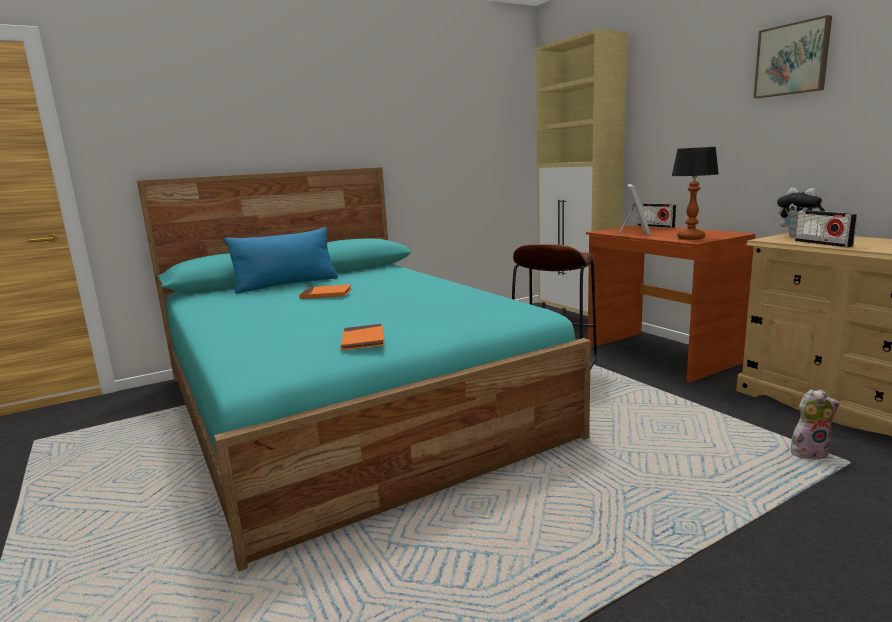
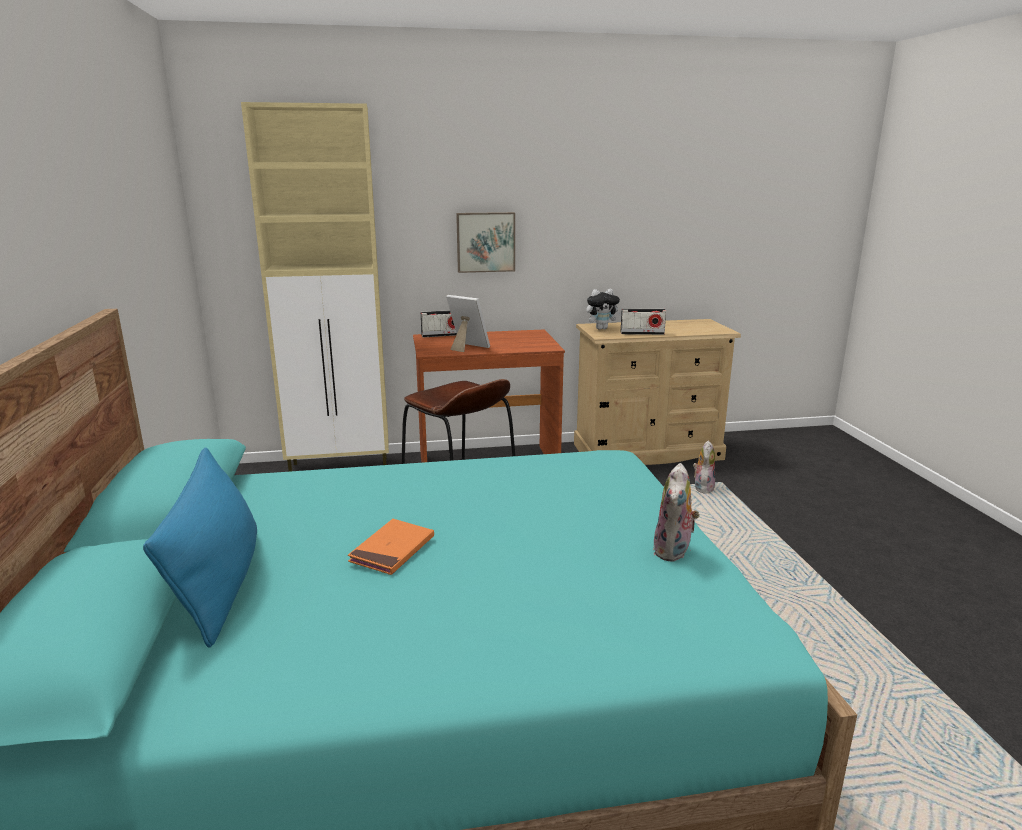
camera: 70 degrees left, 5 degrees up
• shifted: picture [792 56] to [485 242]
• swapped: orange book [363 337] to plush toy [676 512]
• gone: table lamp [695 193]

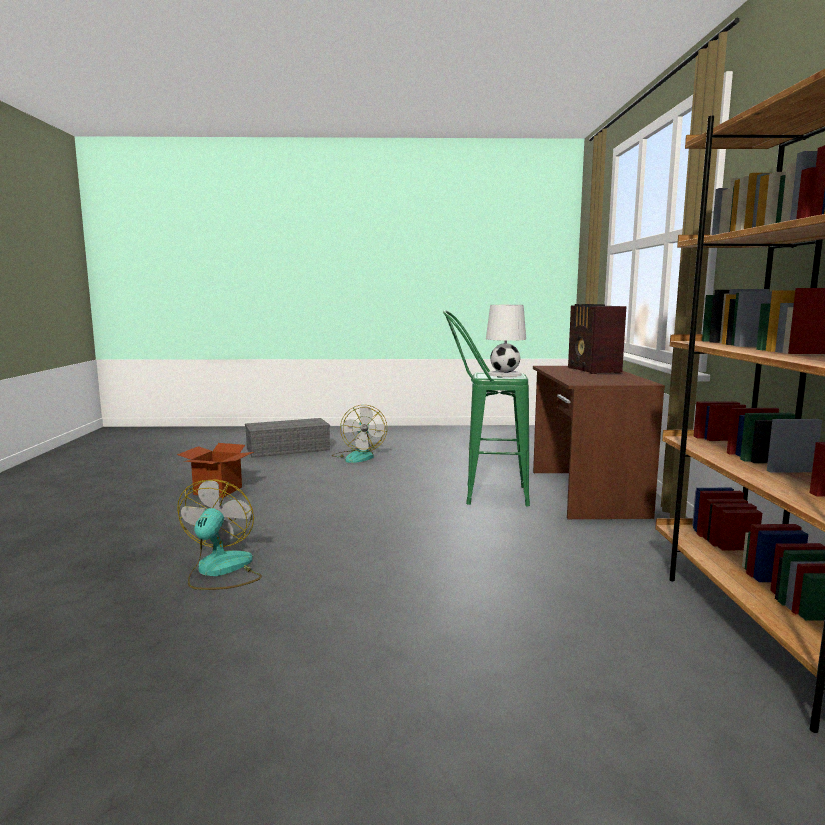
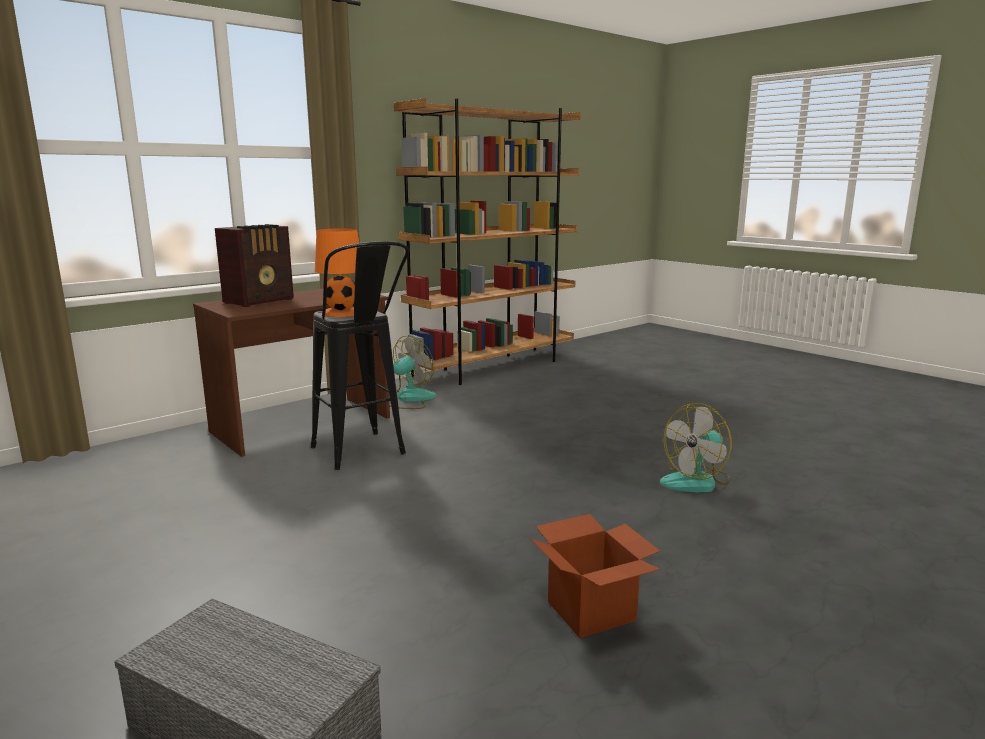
camera: 130 degrees left, 5 degrees up
• repainted: green stool [486 408] to black stool [360 355]
• repainted: white table lamp [506 341] to orange table lamp [337 273]
• shifted: fan [359 434] to [412 372]

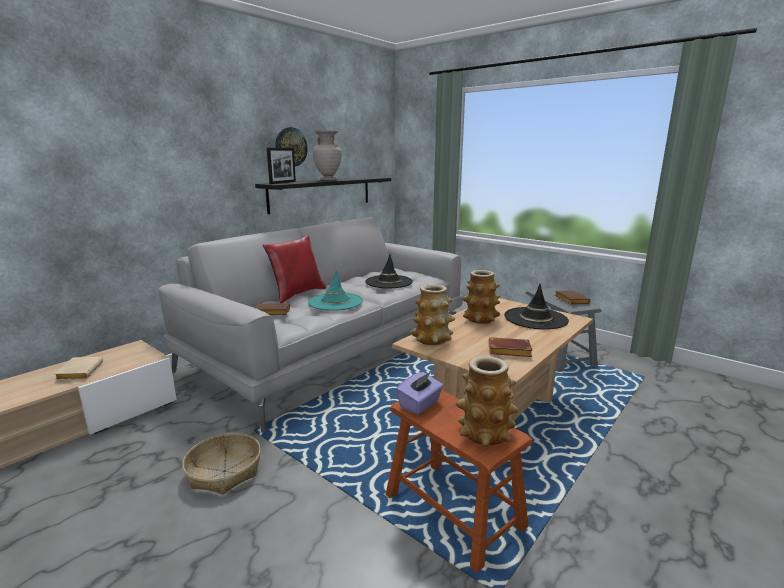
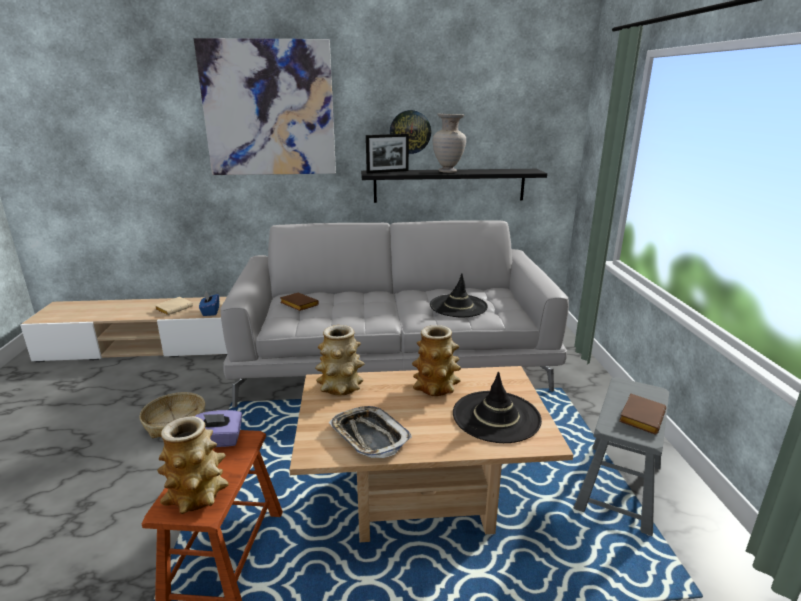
camera: 45 degrees right, 5 degrees up
• new: picture [265 106]
• new: blue tissue box [209 303]
• swapped: brown book [511 347] to tray [370 432]
• gone: red pillow [294 269]
• gone: turquoise hat [335 290]

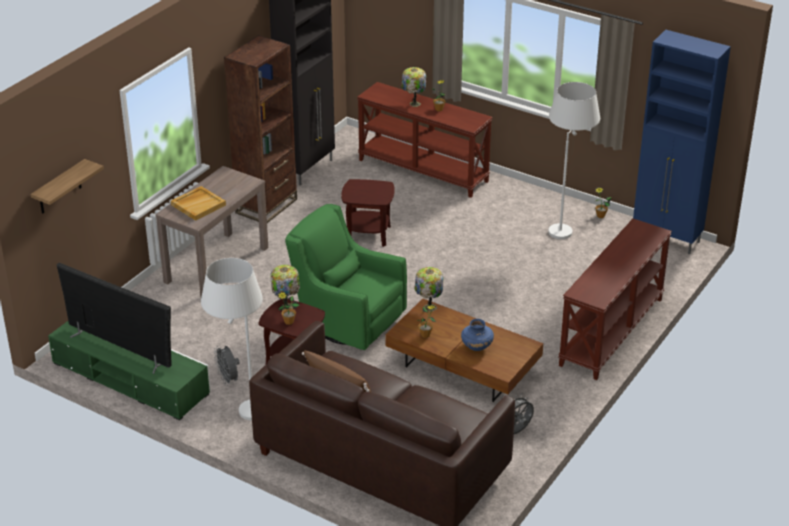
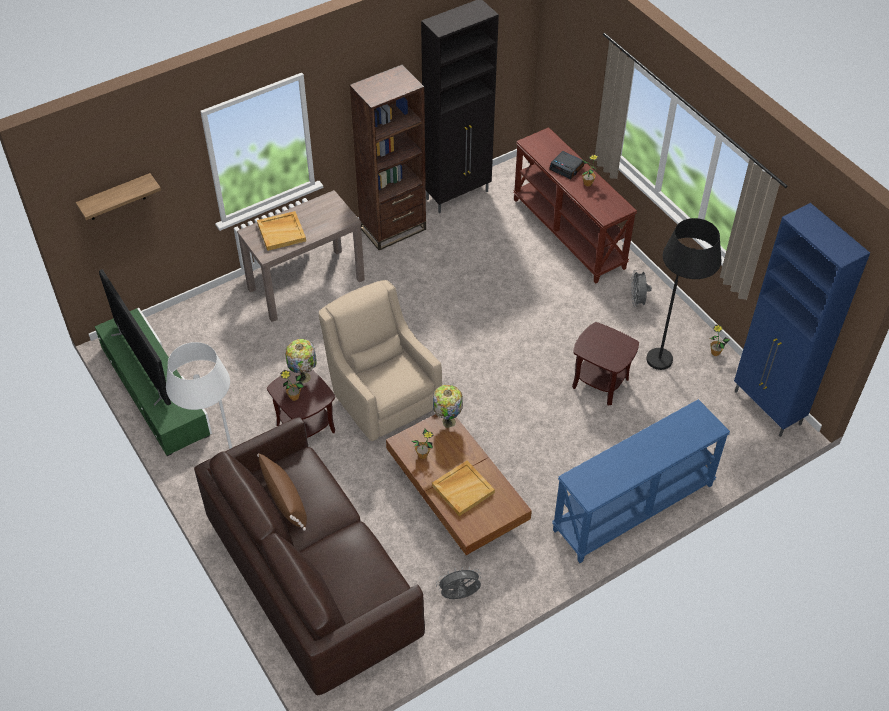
camera: 25 degrees right, 15 degrees up
• repainted: green armchair [346 277] to beige armchair [380 360]
• swapped: blue vase [477 335] to beige tray [463 488]
• swapped: table lamp [413 87] to alarm clock [566 165]
• repainted: brown console table [615 299] to blue console table [641 481]
• shifted: brown side table [368 213] to [605 363]
• shifted: grey fan [227 366] to [641 288]
• repainted: white floor lamp [574 160] to black floor lamp [683 294]

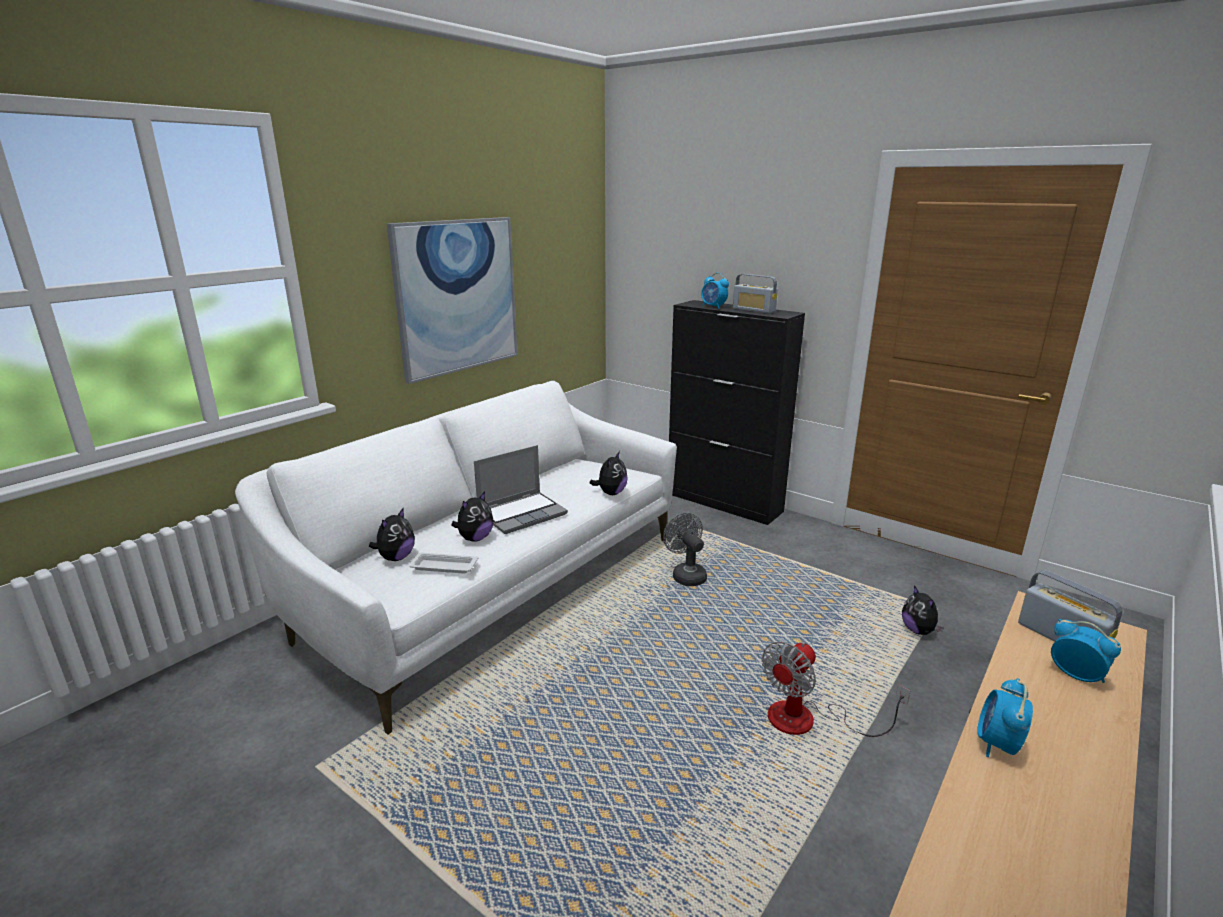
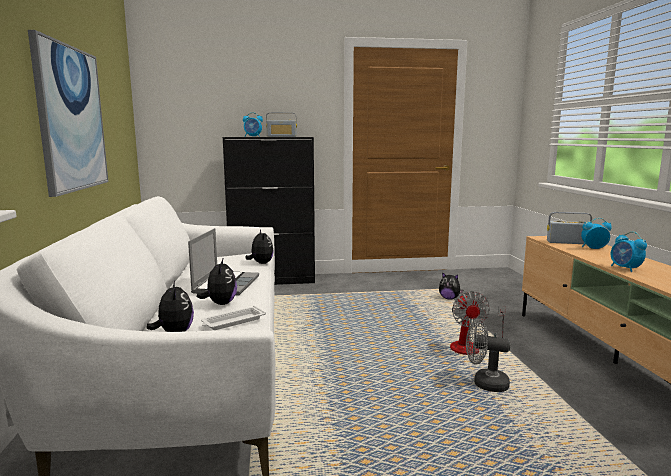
camera: 45 degrees left, 10 degrees down
• shifted: grey fan [685 549] to [488 355]

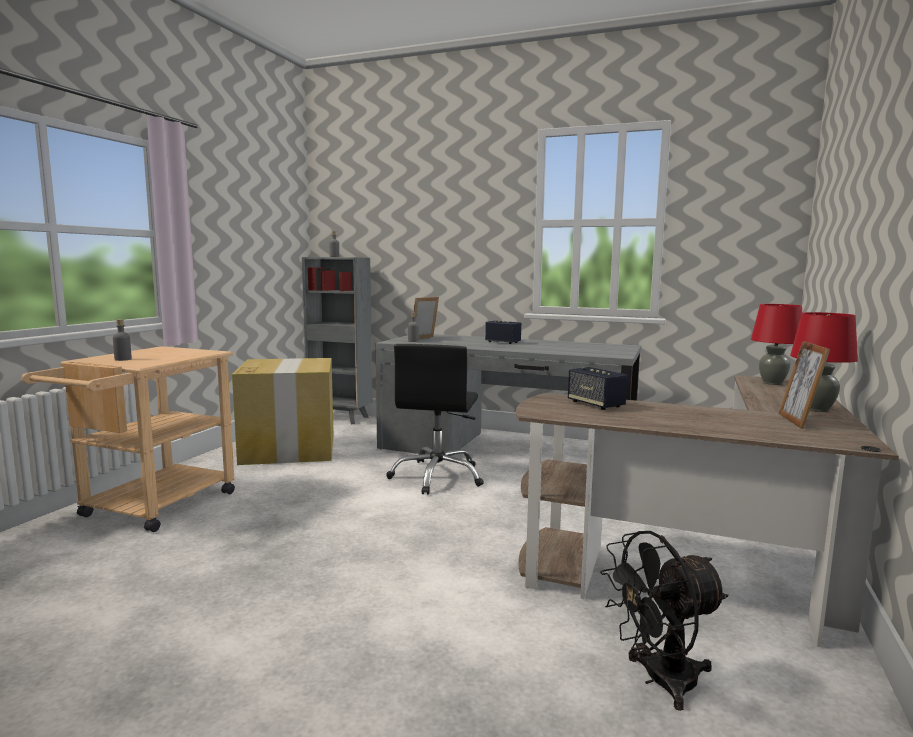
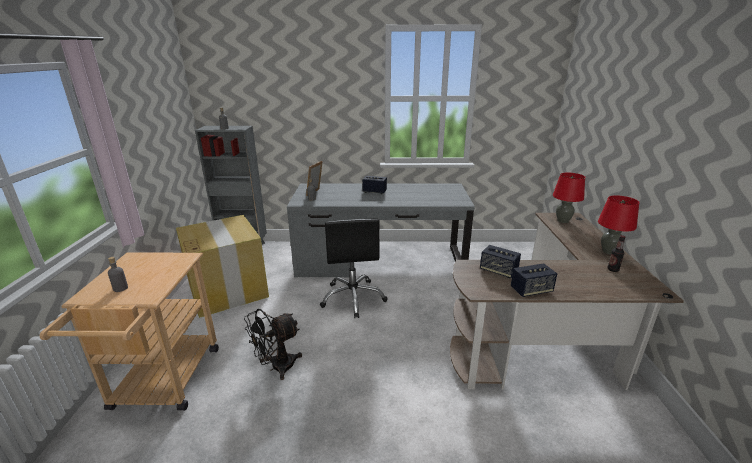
camera: 20 degrees left, 15 degrees up
• shifted: black fan [664 621] to [273 344]
• new: speaker [534 280]
• swapped: picture frame [804 385] to bottle [616 253]

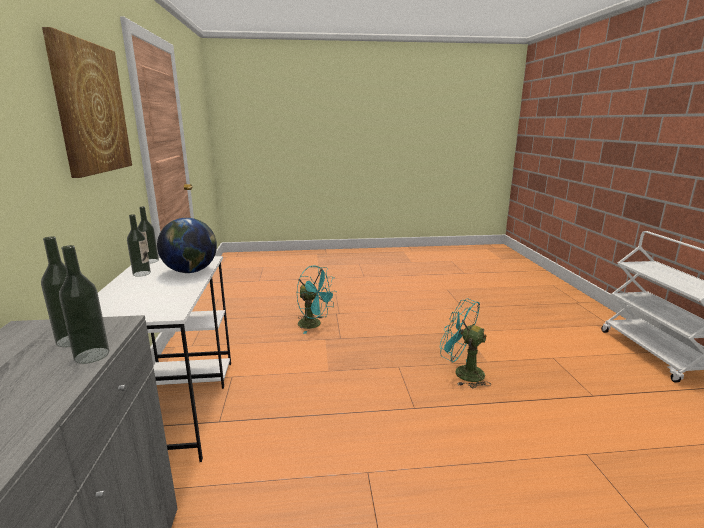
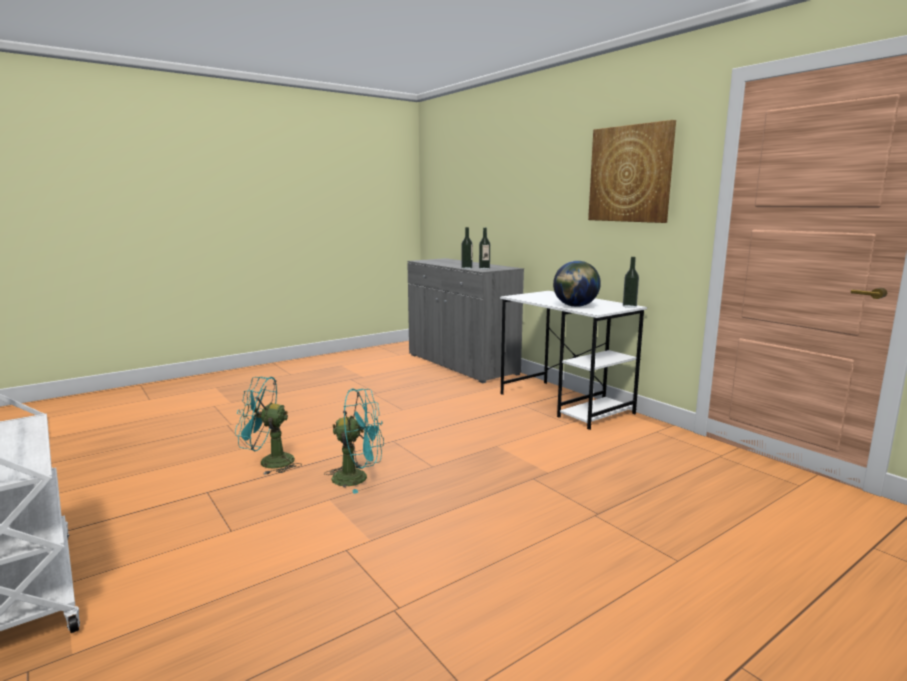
camera: 150 degrees right, 5 degrees down
• shifted: turquoise fan [317 300] to [268 426]
• gone: bottle [139 245]

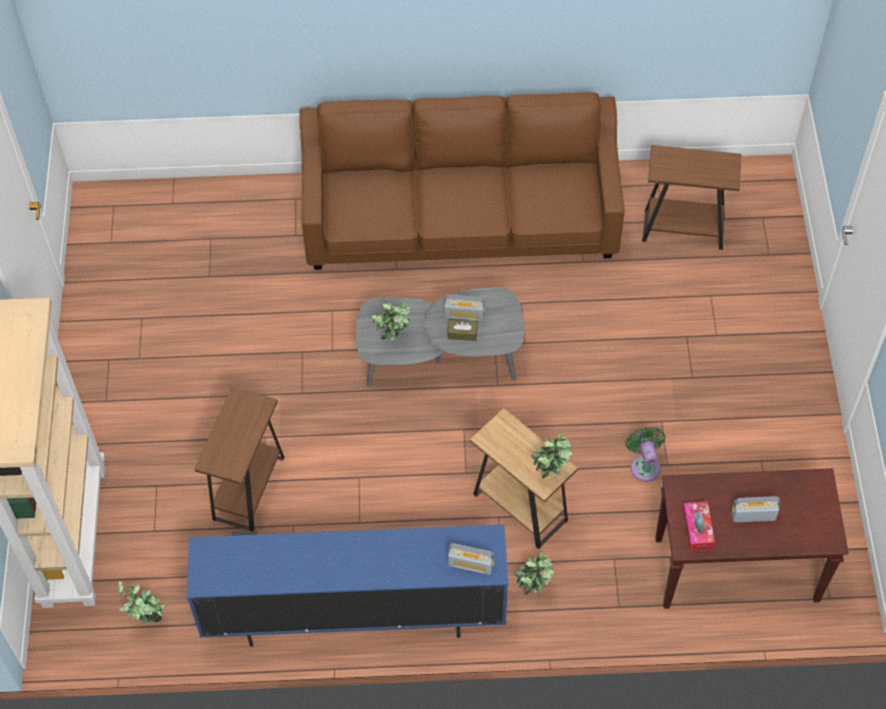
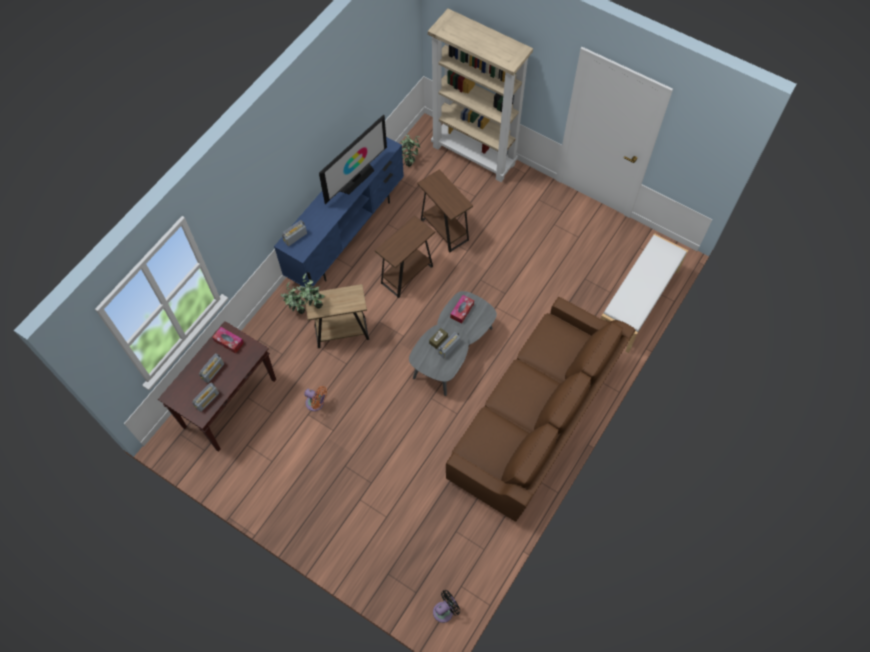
camera: 125 degrees right, 5 degrees up
• new: radio [205 397]
• repainted: green fan [646 454] to orange fan [315 398]
• new: television [353 159]
• shifted: brown side table [691 197] to [405 256]
• new: black fan [446 606]
• swapped: potted plant [392 320] to tissue box [462 309]
• new: white bench [644 293]

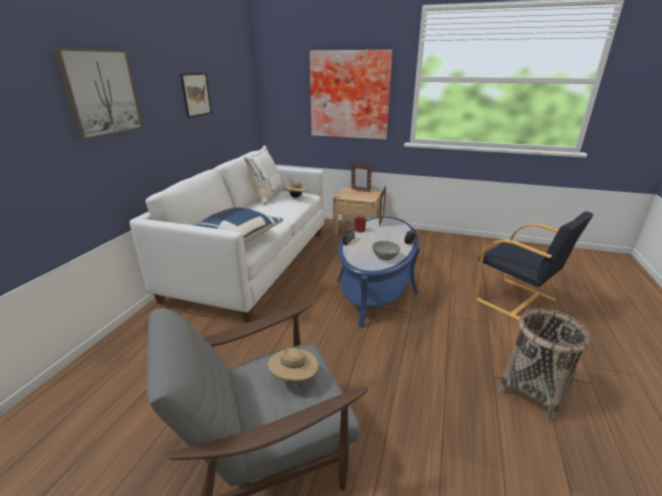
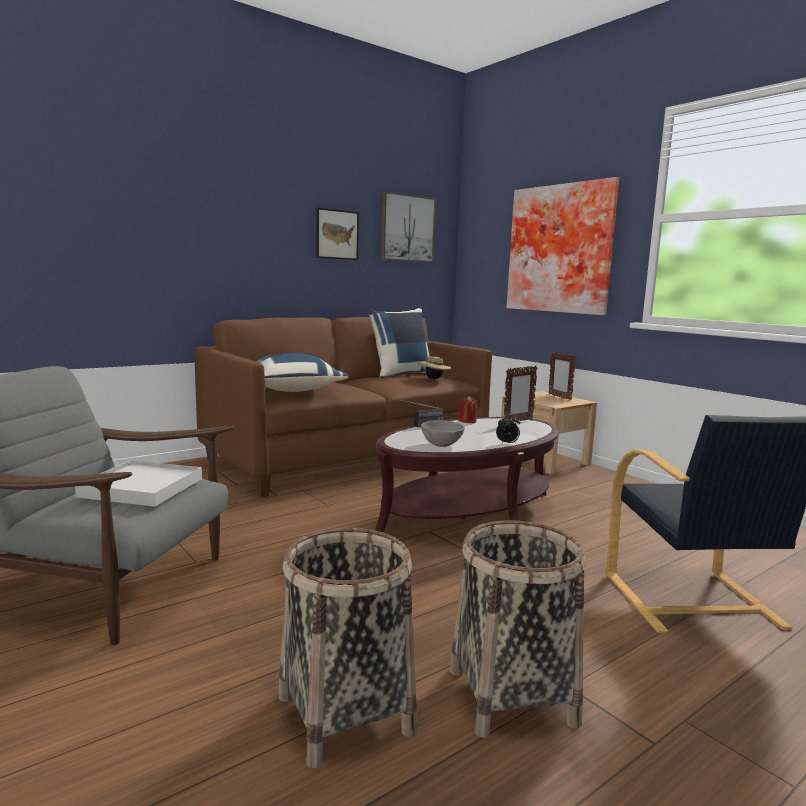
camera: 35 degrees right, 15 degrees down
• swapped: beige hat [293 365] to white tray [138 483]
• repainted: white sofa [227 236] to brown sofa [343 407]
• new: basket [347 648]
• repainted: white pillow [264 175] to blue pillow [399 343]
• repainted: blue coffee table [378 272] to brown coffee table [467 474]
• shifted: picture [98 94] to [408 227]

